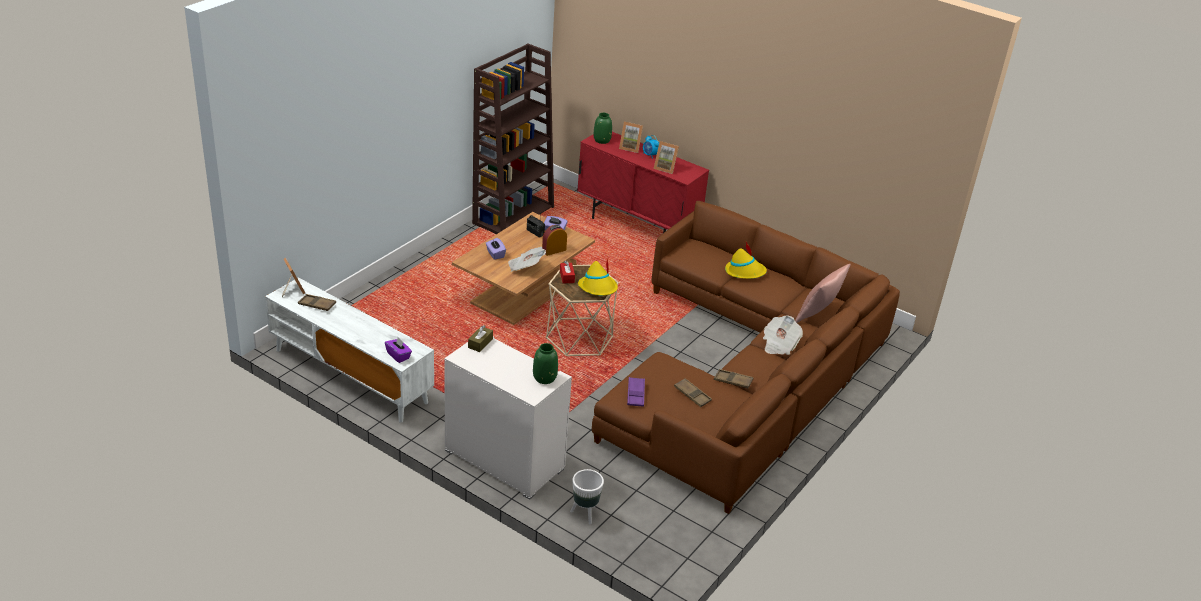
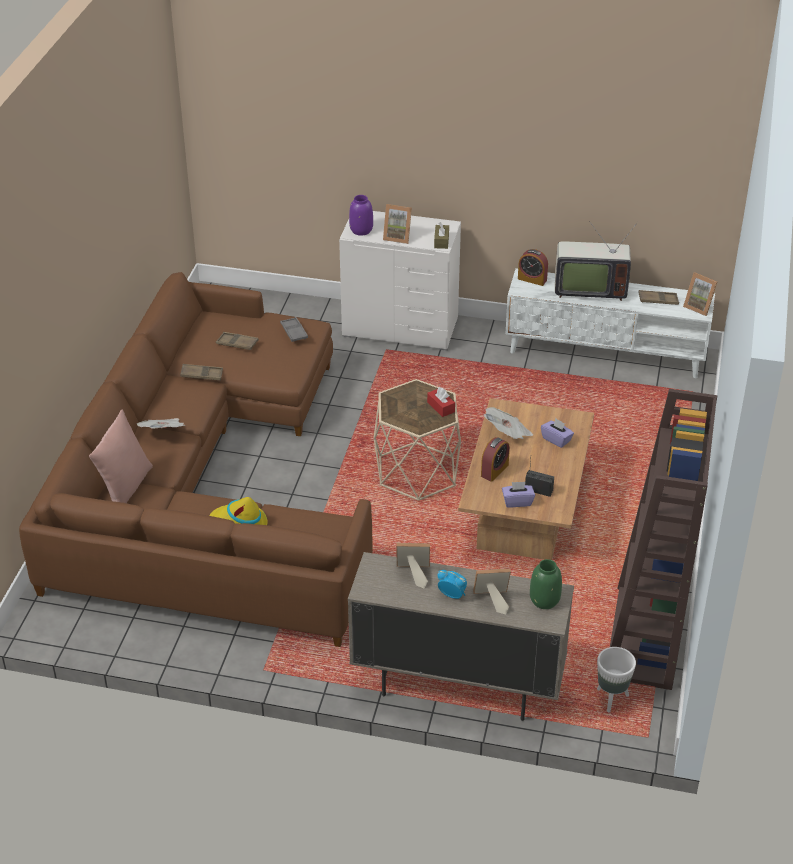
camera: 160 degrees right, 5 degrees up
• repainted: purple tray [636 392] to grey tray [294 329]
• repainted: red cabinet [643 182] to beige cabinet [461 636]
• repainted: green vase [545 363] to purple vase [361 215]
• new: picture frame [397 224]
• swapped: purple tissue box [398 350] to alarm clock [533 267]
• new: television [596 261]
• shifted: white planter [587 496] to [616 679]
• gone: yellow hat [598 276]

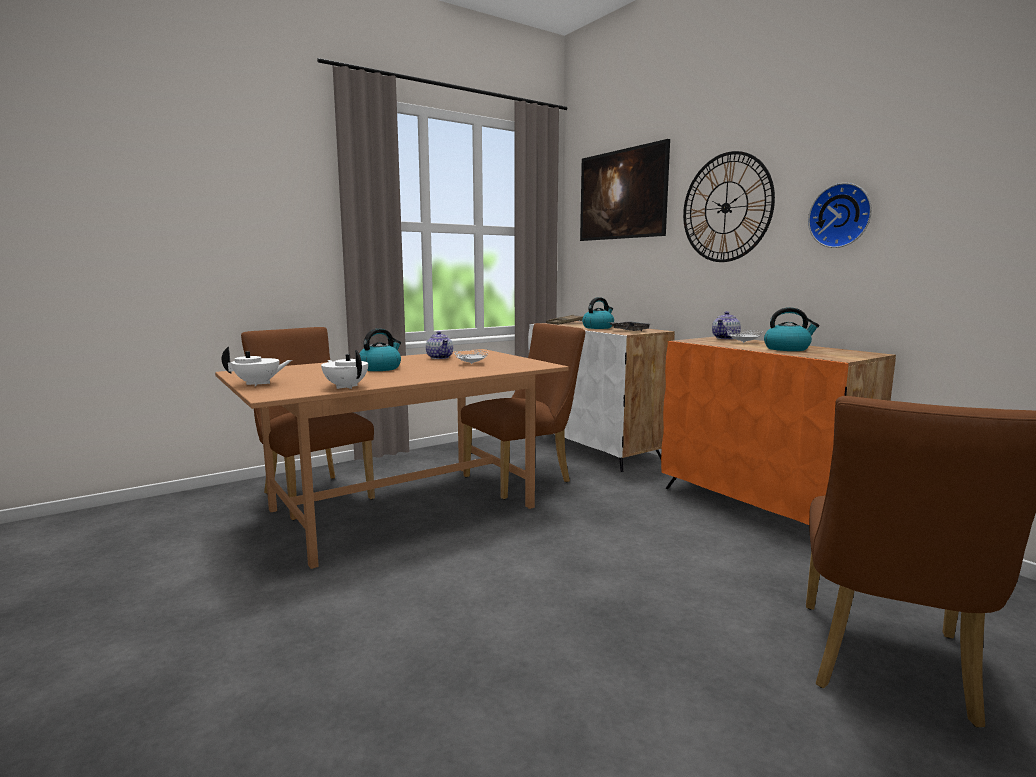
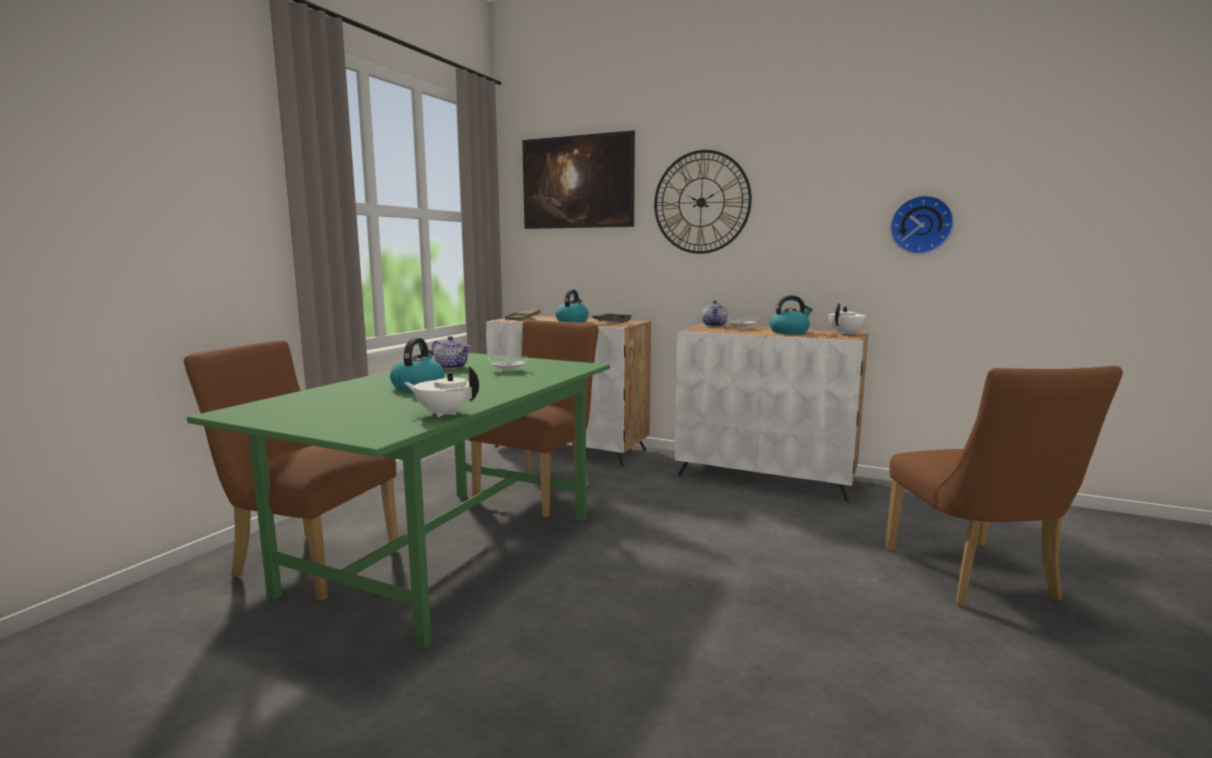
camera: 30 degrees left, 0 degrees up
• repainted: brown dining table [392 459] to green dining table [398 501]
• repainted: orange cabinet [778 430] to white cabinet [771 413]
• shifted: white teapot [257 366] to [847 318]
• shifted: wall clock [840 215] to [922 225]

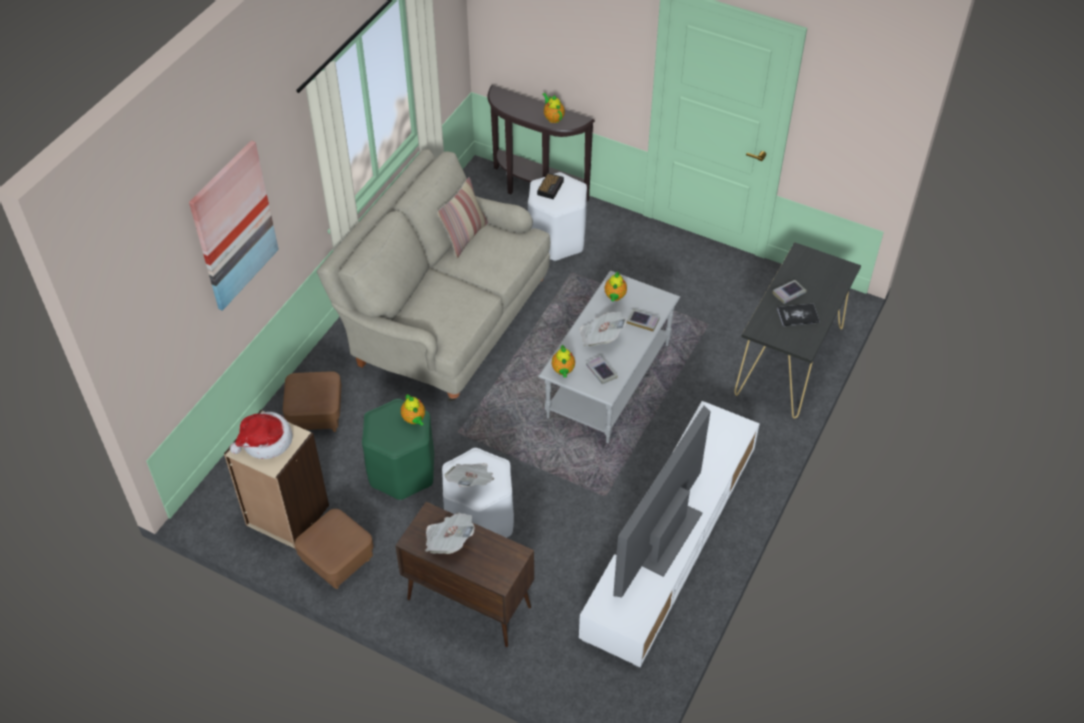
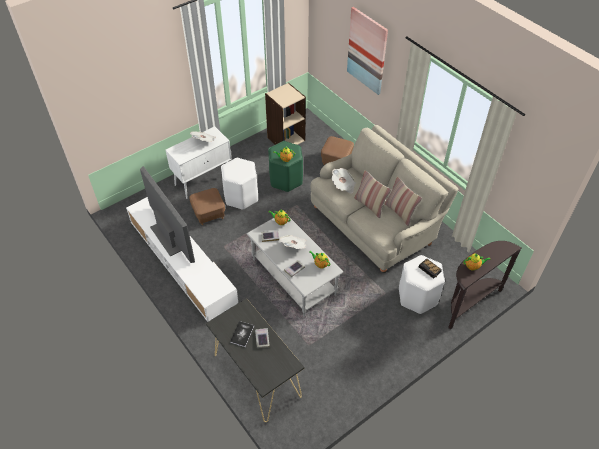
camera: 115 degrees right, 0 degrees up
• repainted: brown cabinet [464 574] to white cabinet [199 162]
• shifted: brown ottoman [334 549] to [207 206]
• shifted: newspaper [469 475] to [343 181]
• new: pillow [372 194]
• gone: hat [261 435]

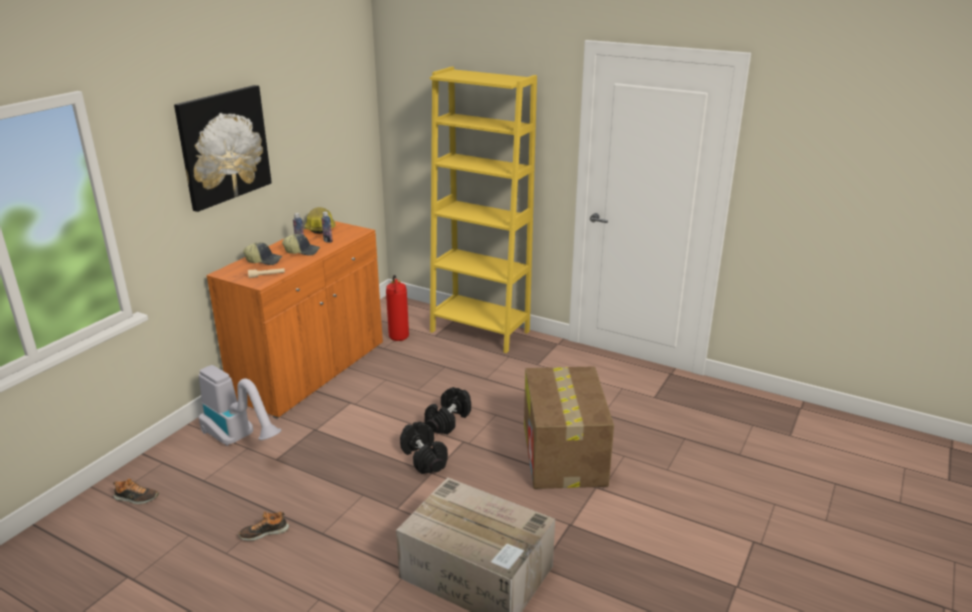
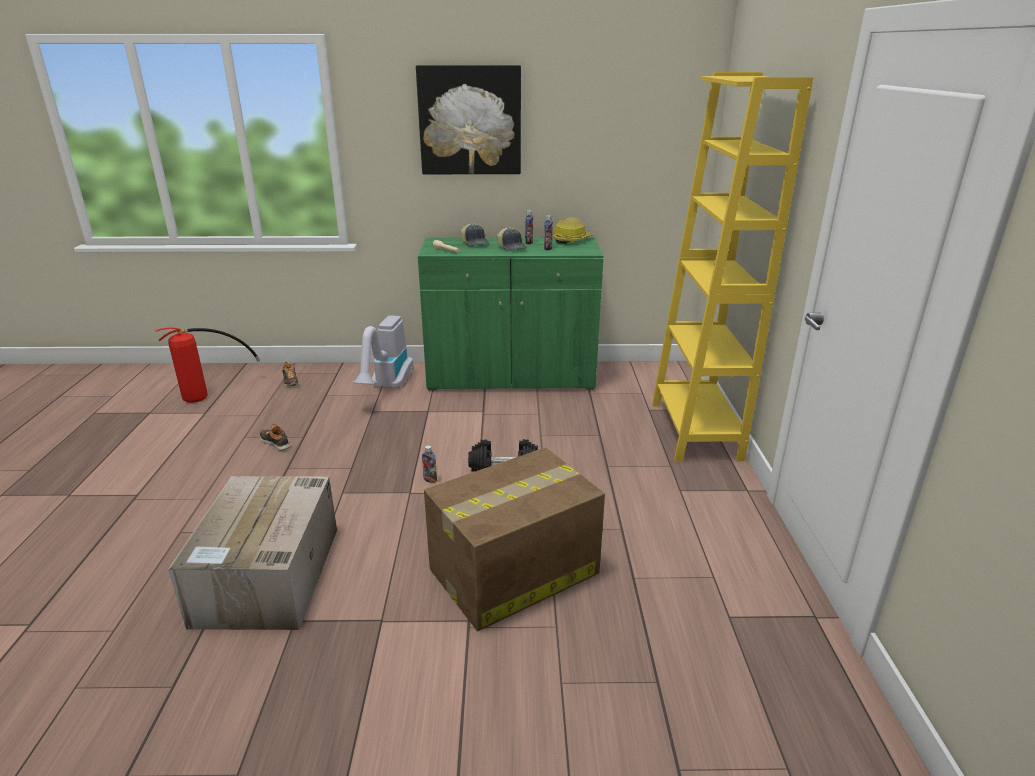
camera: 60 degrees right, 0 degrees up
• shifted: fire extinguisher [397 308] to [207 365]
• repainted: orange cabinet [294 320] to green cabinet [510 314]
• swapped: black dumbbell [424 448] to bottle [429 464]

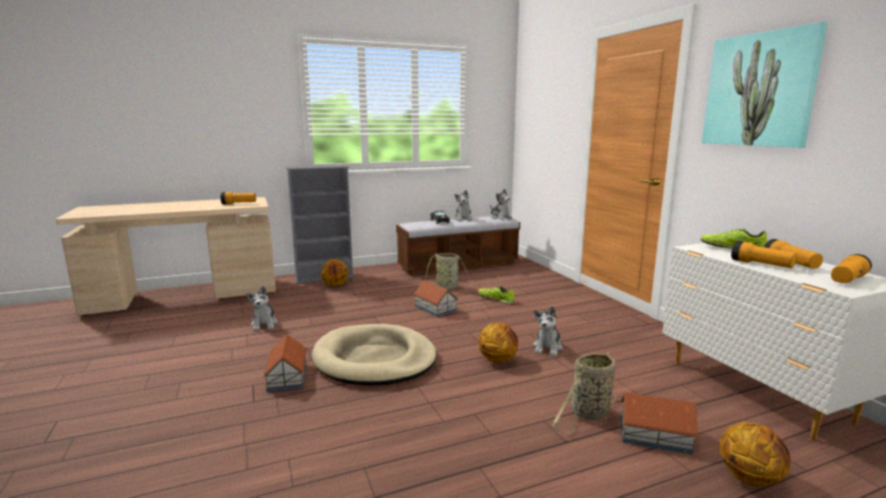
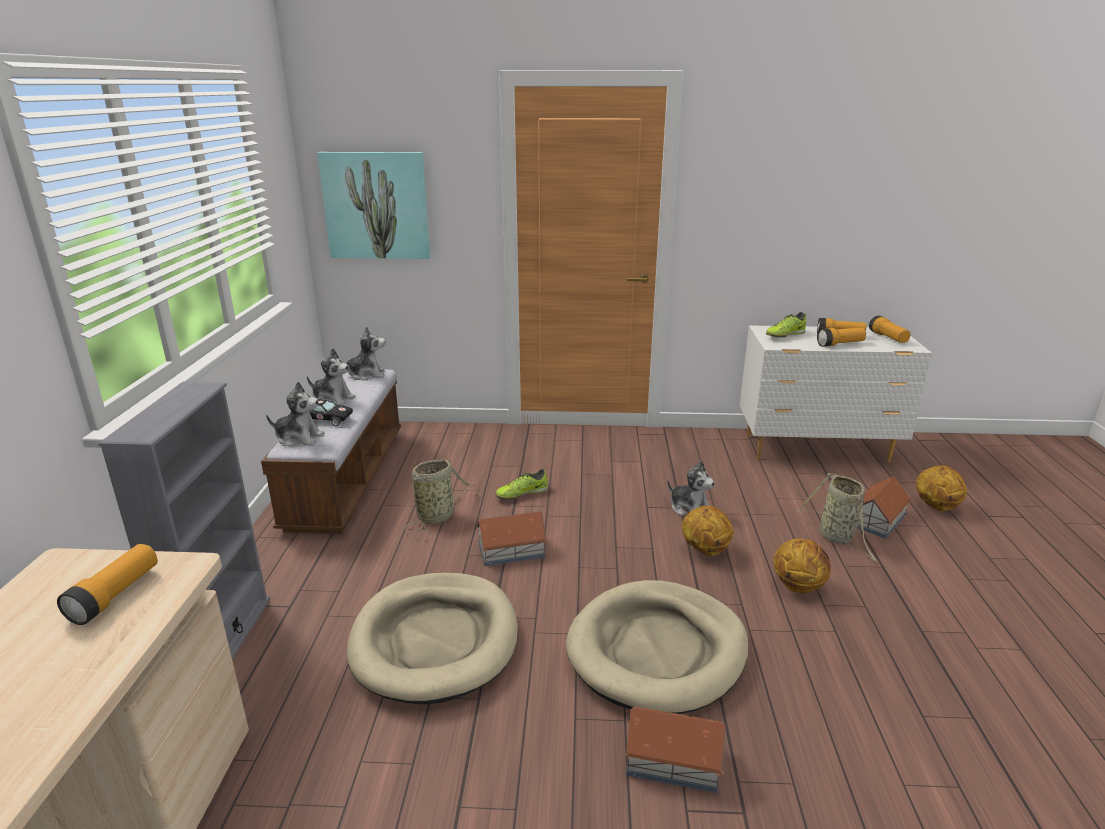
camera: 65 degrees left, 10 degrees up
• shifted: plush toy [262 308] to [295 414]
• shifted: picture [764 85] to [373 205]
• new: beige dog bed [432 638]
• shifted: basketball [335 272] to [802 566]

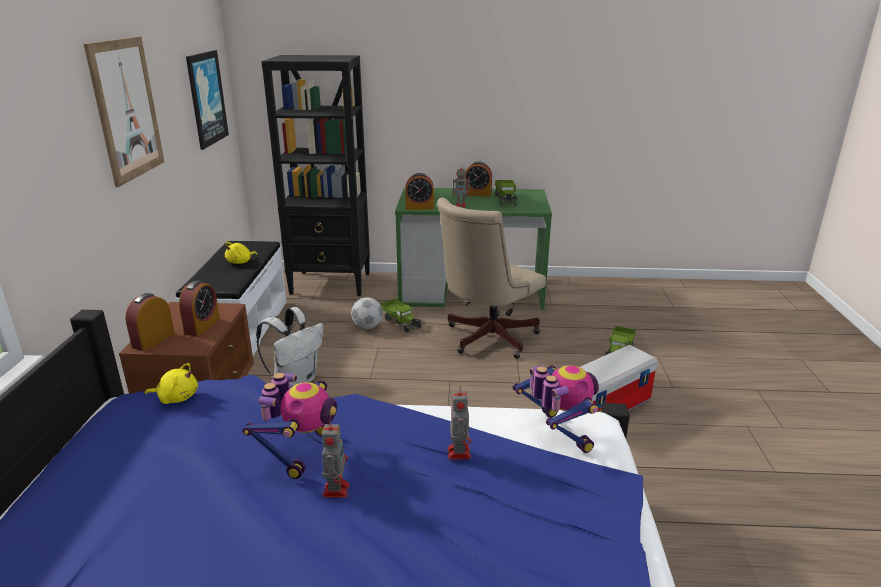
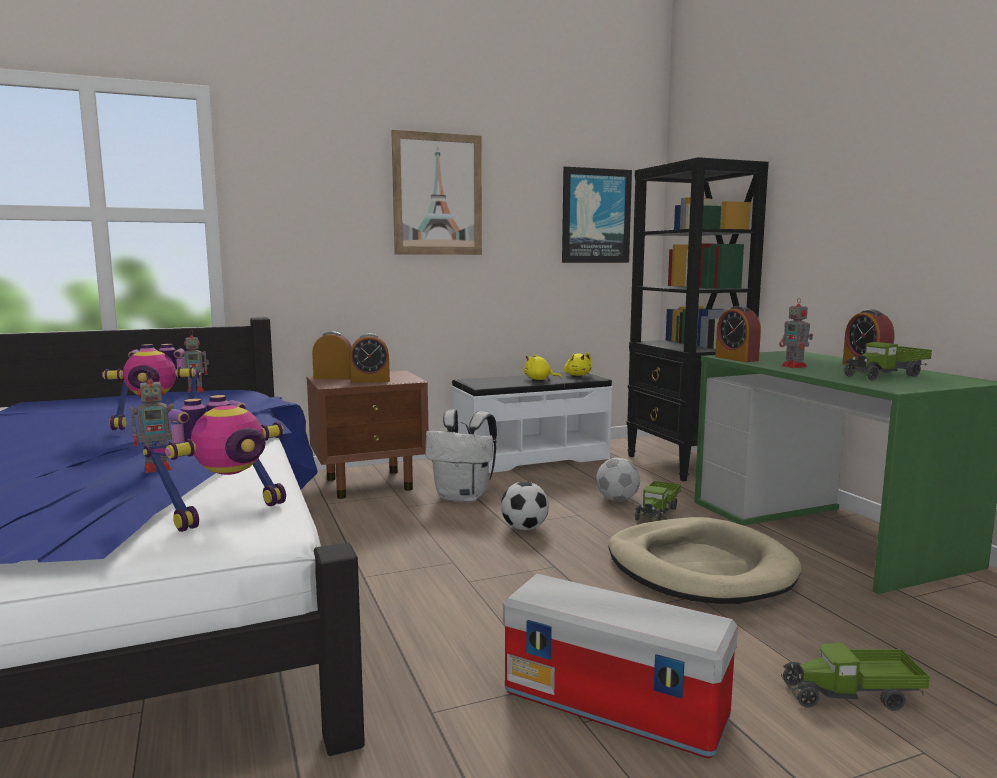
camera: 65 degrees right, 15 degrees down
• shifted: toy robot [335 459] to [195 361]
• new: football [525 506]
• shifted: yellow plush toy [171 383] to [578 364]
• swapped: beige office chair [491 278] to beige dog bed [705 560]

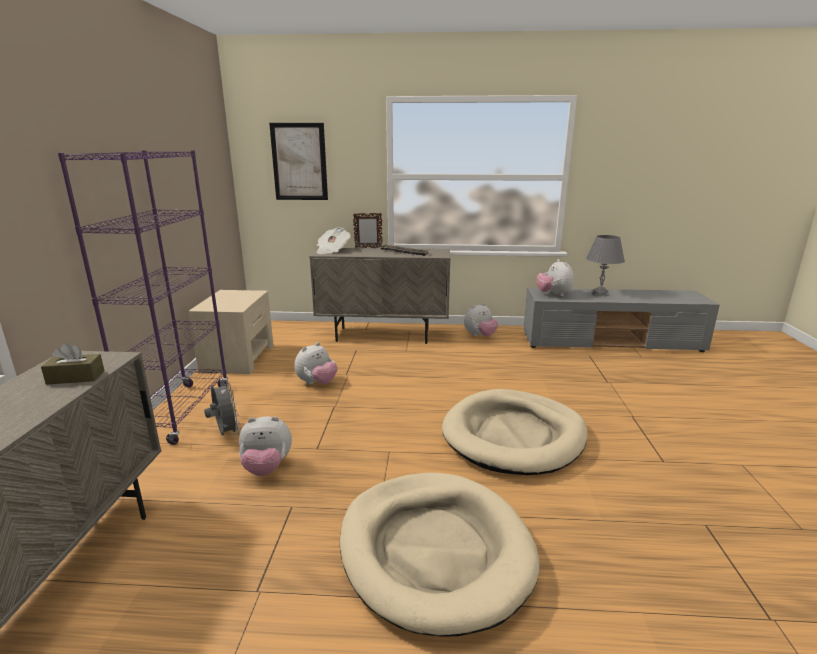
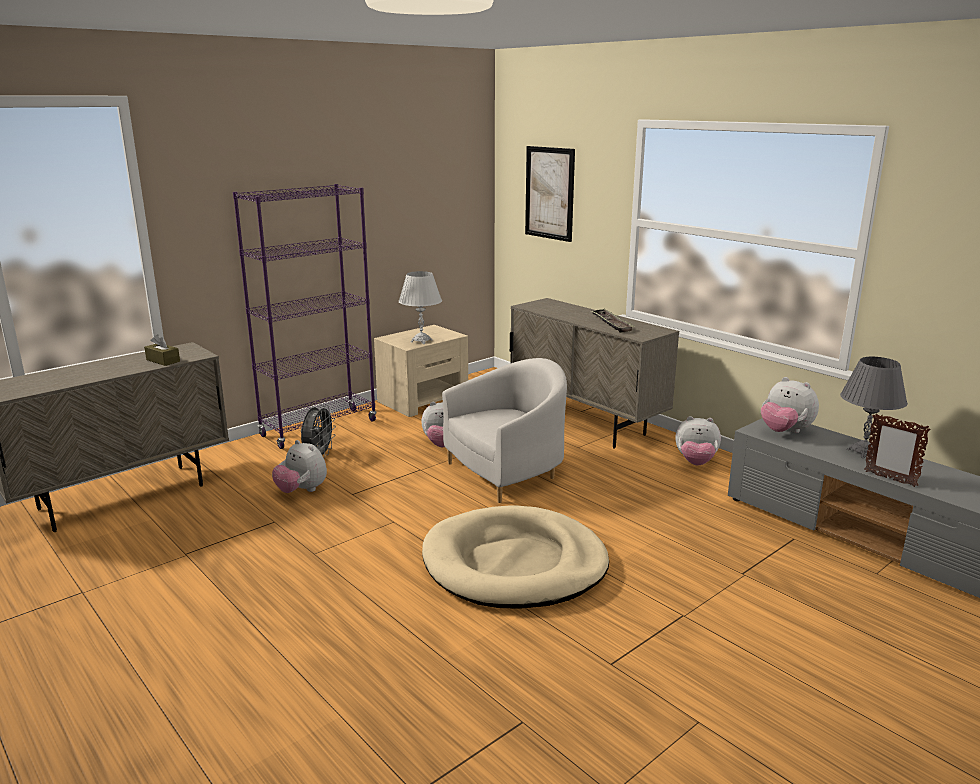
camera: 45 degrees right, 0 degrees up
• new: white table lamp [420 307]
• new: white armchair [504 430]
• rotated: plush toy [555 277] = [790 405] 75 degrees counterclockwise
• shifted: picture frame [368 230] to [897 450]
• gone: newspaper [333 240]
• gone: beige dog bed [440 554]

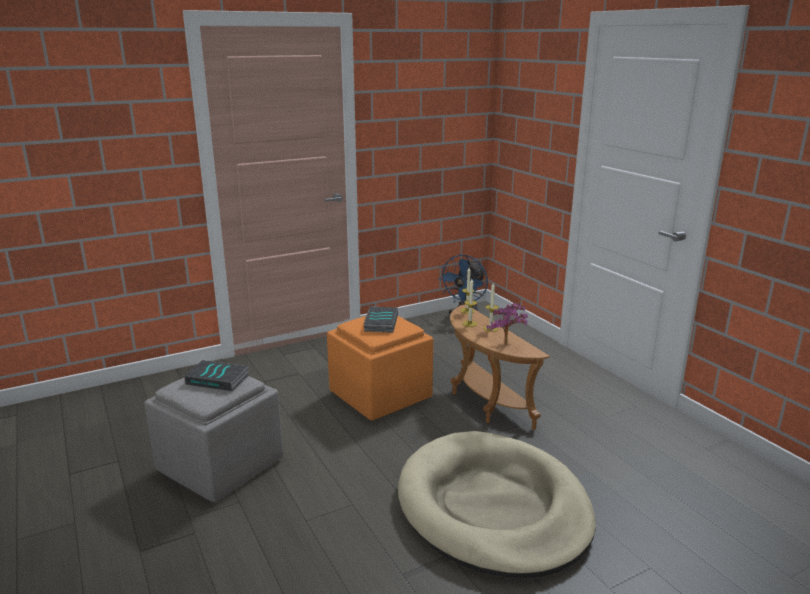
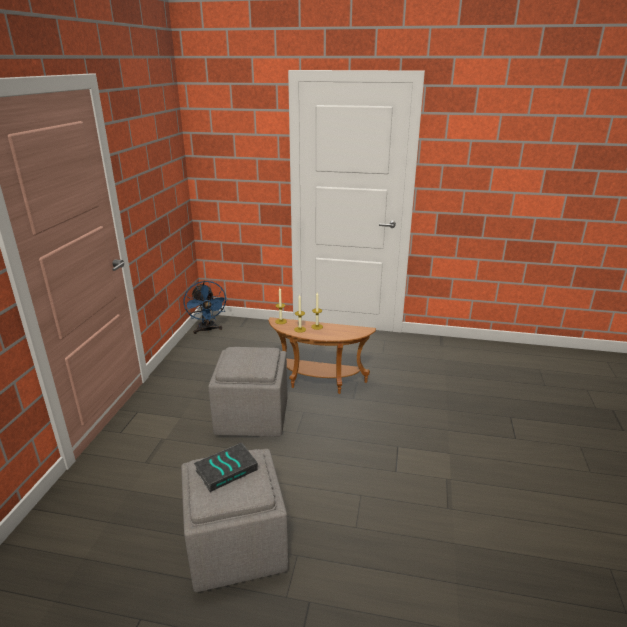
camera: 50 degrees left, 5 degrees up
• repainted: orange ottoman [380 368] to grey ottoman [248 392]
• gone: book [381 319]
• gone: beige dog bed [497 504]
• gone: potted plant [507 324]

